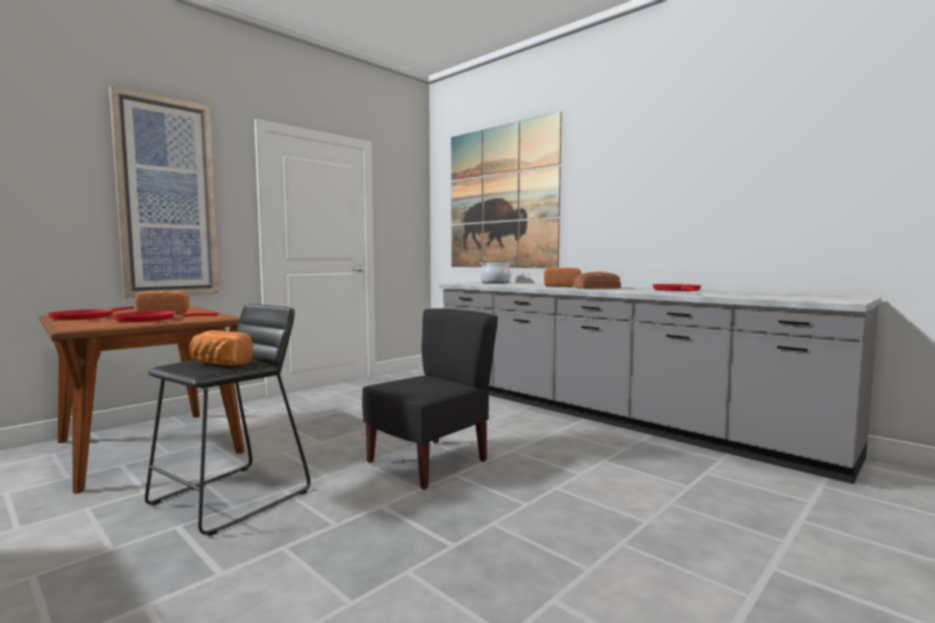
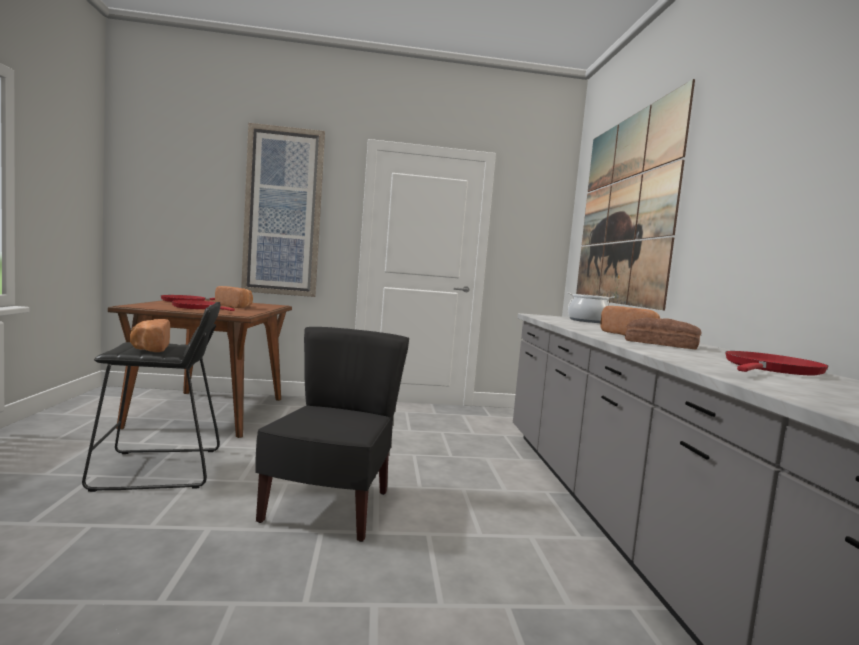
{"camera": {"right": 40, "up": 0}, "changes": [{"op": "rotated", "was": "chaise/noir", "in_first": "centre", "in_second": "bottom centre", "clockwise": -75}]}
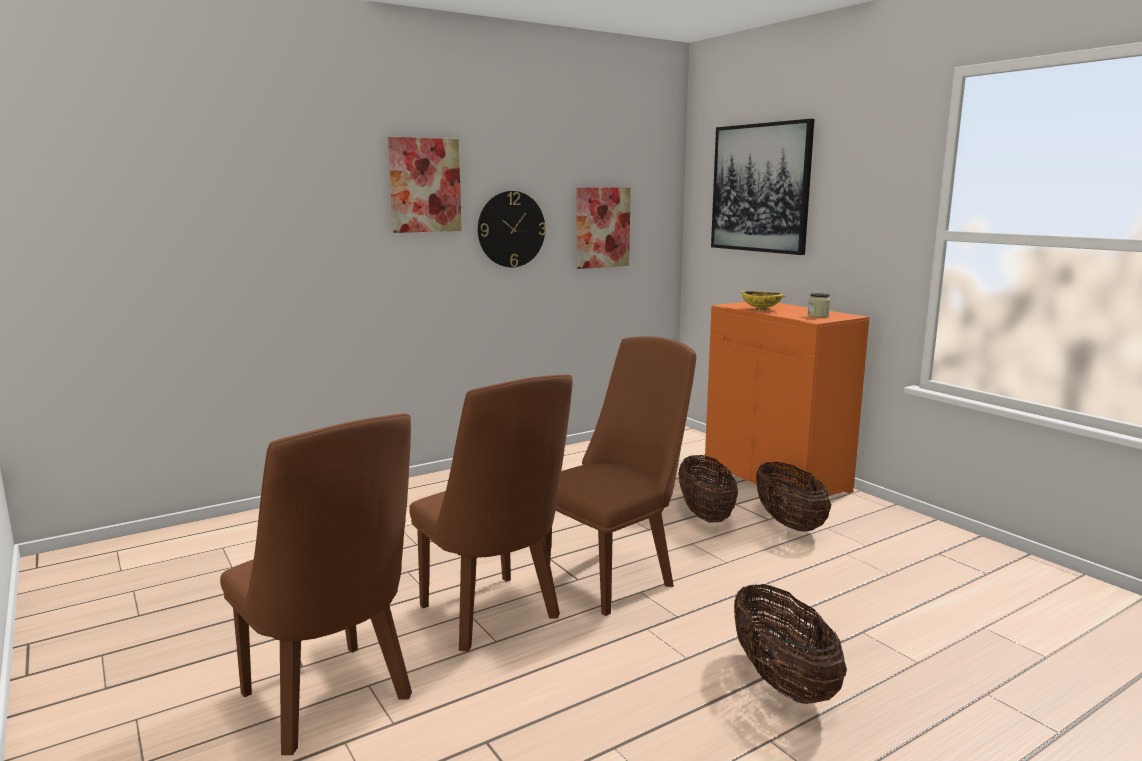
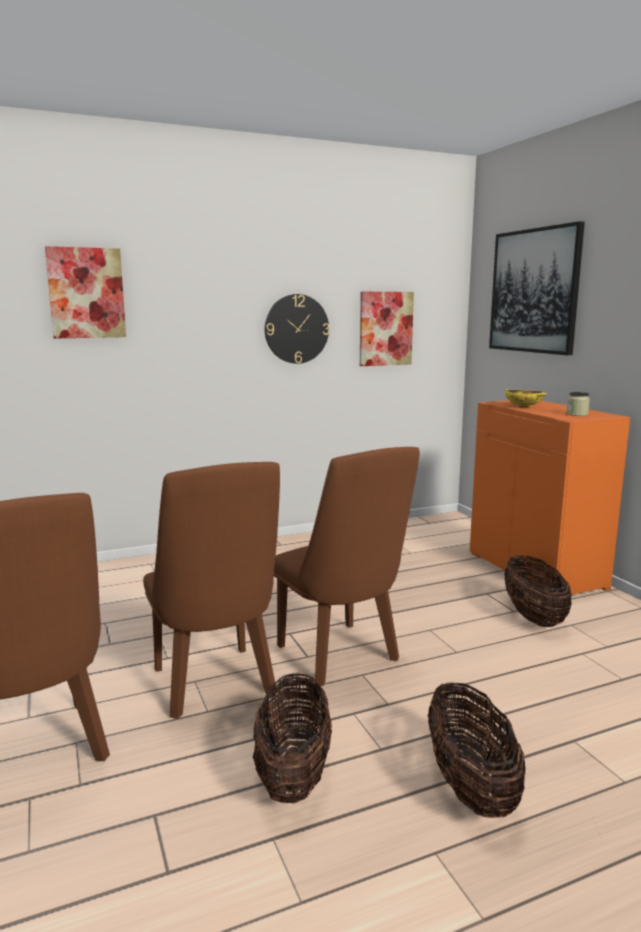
{"camera": {"right": 10, "up": 0}, "changes": [{"op": "shifted", "was": "tableau (no. 1 from left)", "in_first": "top centre", "in_second": "top left"}, {"op": "shifted", "was": "panier (no. 1 from left)", "in_first": "centre", "in_second": "bottom centre"}, {"op": "rotated", "was": "chaise/marron (no. 3 from left)", "in_first": "centre", "in_second": "centre", "clockwise": 90}]}
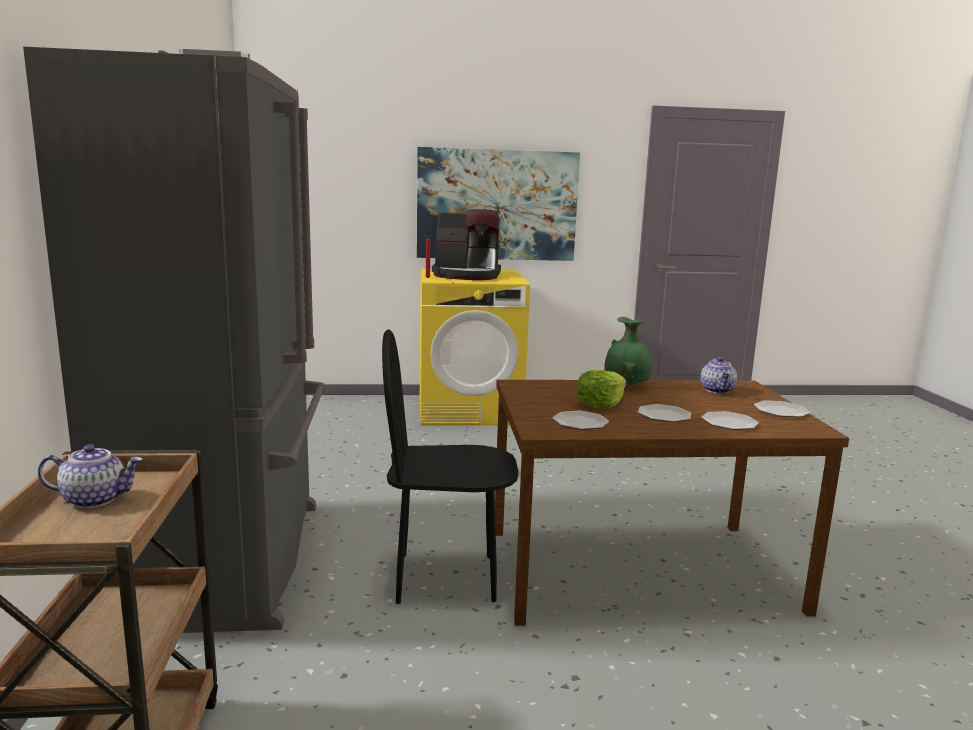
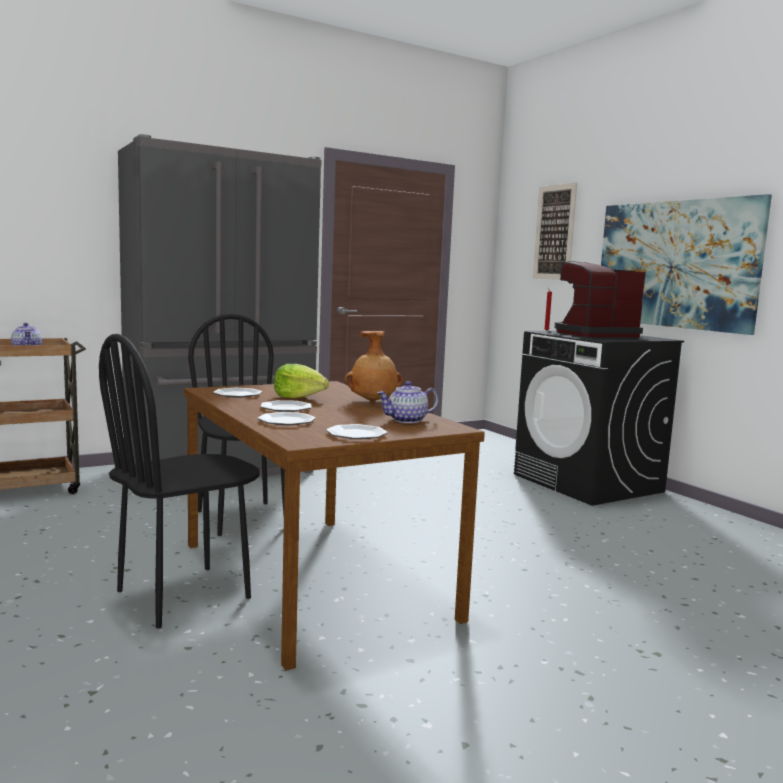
{"camera": {"right": 65, "up": -5}, "changes": [{"op": "new", "now": "chaise/noir (no. 1 from left)", "in_second": "middle left"}, {"op": "repainted", "was": "vase/vert", "now": "vase/marron", "in_first": "centre", "in_second": "centre"}, {"op": "repainted", "was": "lave-linge/jaune", "now": "lave-linge/noir", "in_first": "centre", "in_second": "middle right"}, {"op": "new", "now": "tableau (no. 1 from left)", "in_second": "top right"}, {"op": "rotated", "was": "machine à café", "in_first": "centre", "in_second": "middle right", "clockwise": 90}]}
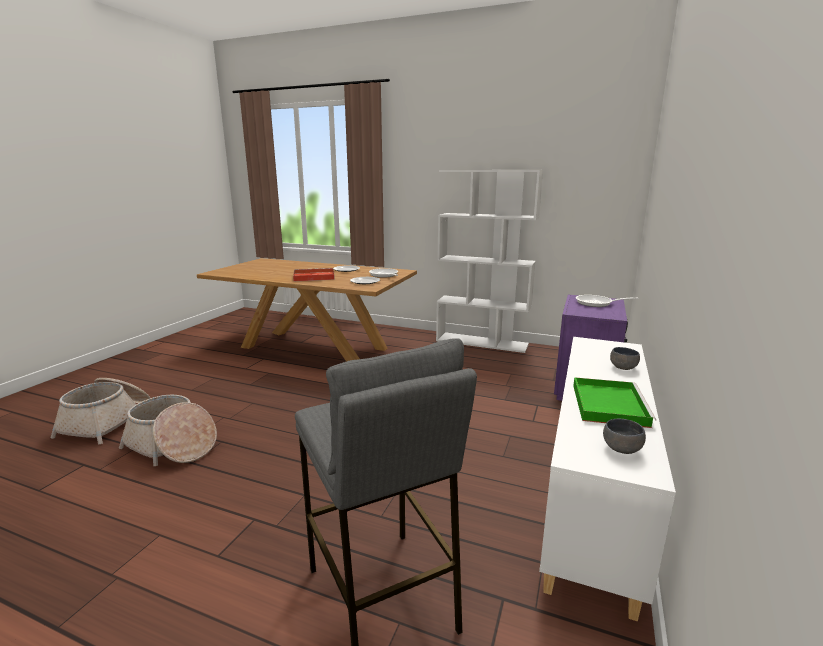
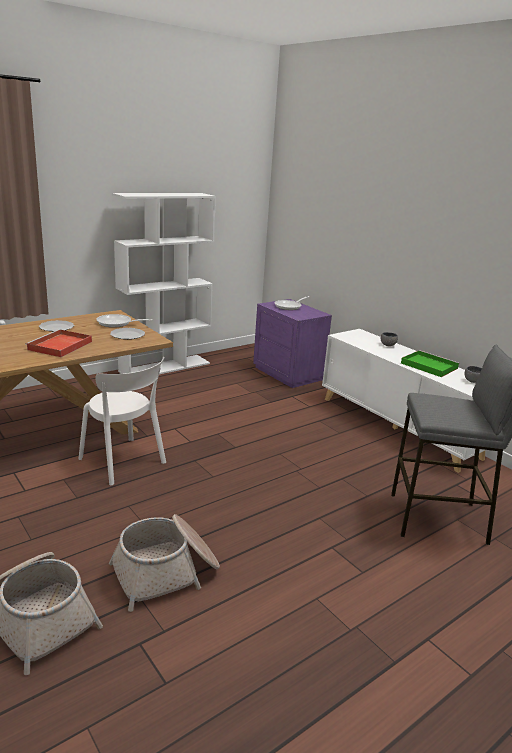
{"camera": {"right": -60, "up": 5}, "changes": [{"op": "new", "now": "chaise/blanc", "in_second": "middle left"}]}
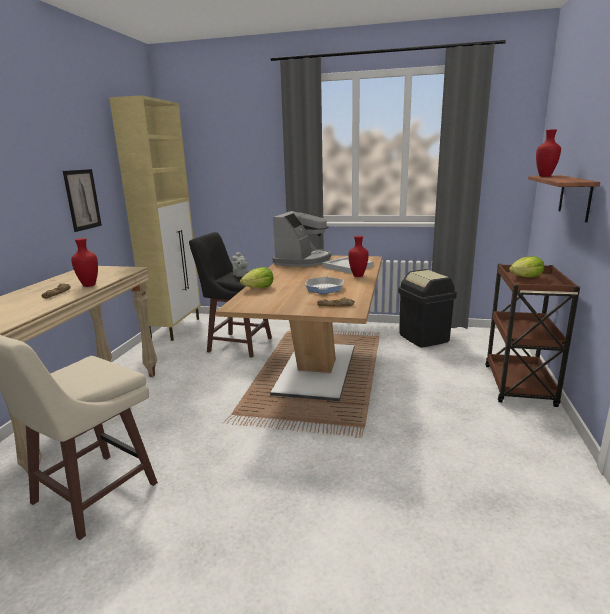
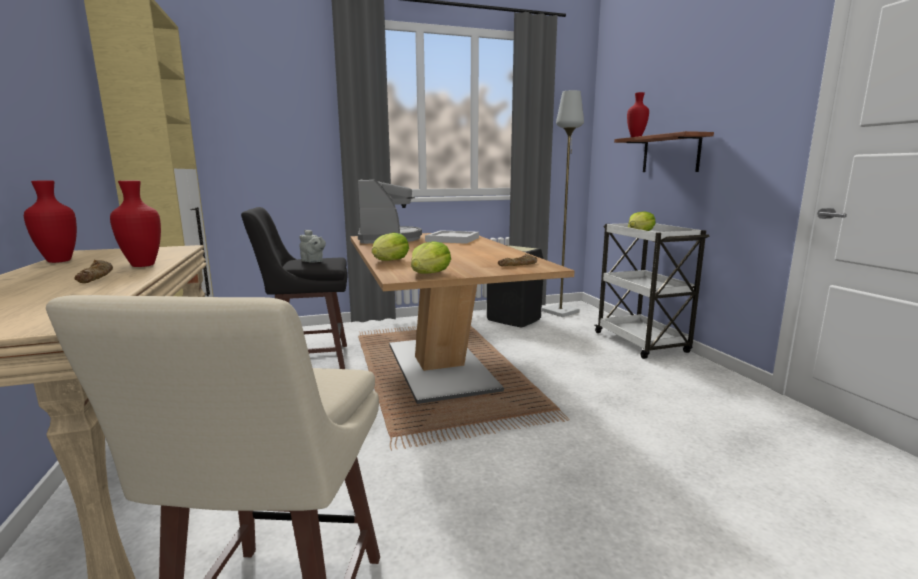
{"camera": {"right": -30, "up": -5}, "changes": [{"op": "shifted", "was": "vase/rouge (no. 2 from left in the first image)", "now": "vase/rouge (no. 1 from left)", "in_first": "centre", "in_second": "middle left"}, {"op": "new", "now": "laitue (no. 2 from left)", "in_second": "centre"}, {"op": "new", "now": "lampadaire/gris", "in_second": "centre"}, {"op": "repainted", "was": "chariot/marron", "now": "chariot/blanc", "in_first": "middle right", "in_second": "middle right"}, {"op": "gone", "was": "tableau", "in_first": "top left"}, {"op": "gone", "was": "poêle", "in_first": "centre"}]}
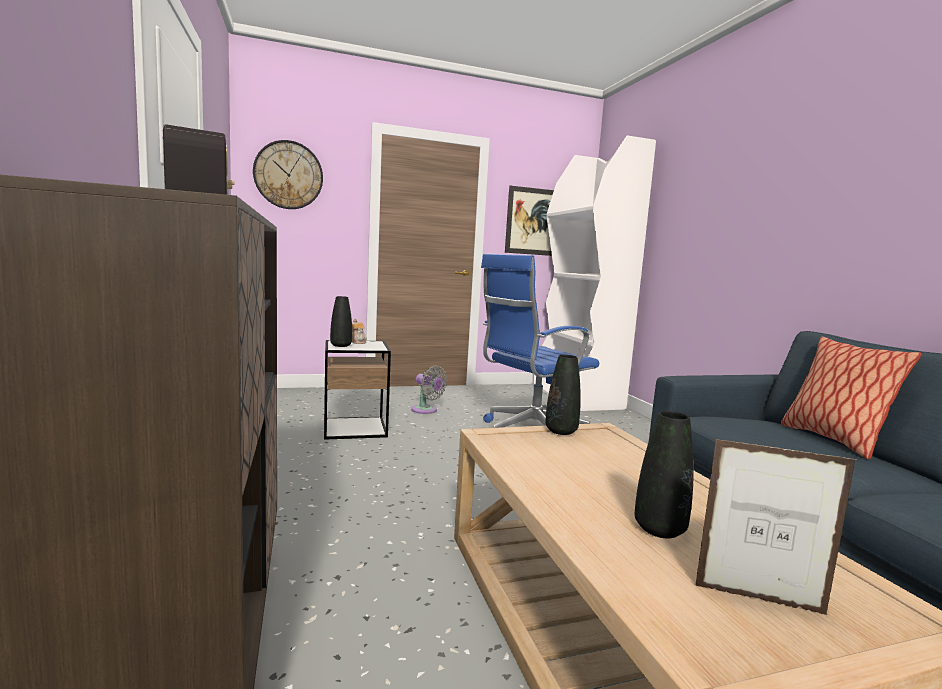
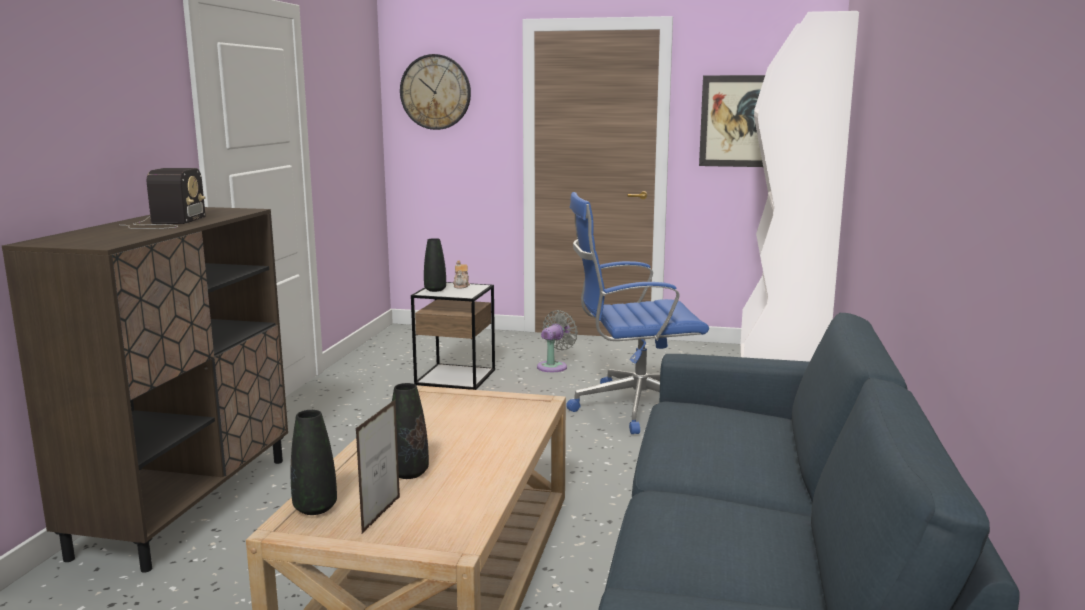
{"camera": {"right": 30, "up": 5}, "changes": [{"op": "shifted", "was": "vase/noir (no. 2 from left in the first image)", "now": "vase/noir (no. 1 from left)", "in_first": "centre", "in_second": "bottom left"}, {"op": "rotated", "was": "cadre photo", "in_first": "bottom right", "in_second": "bottom centre", "clockwise": 60}, {"op": "rotated", "was": "ventilateur/gris", "in_first": "centre", "in_second": "centre", "clockwise": -120}, {"op": "gone", "was": "coussin", "in_first": "middle right"}]}
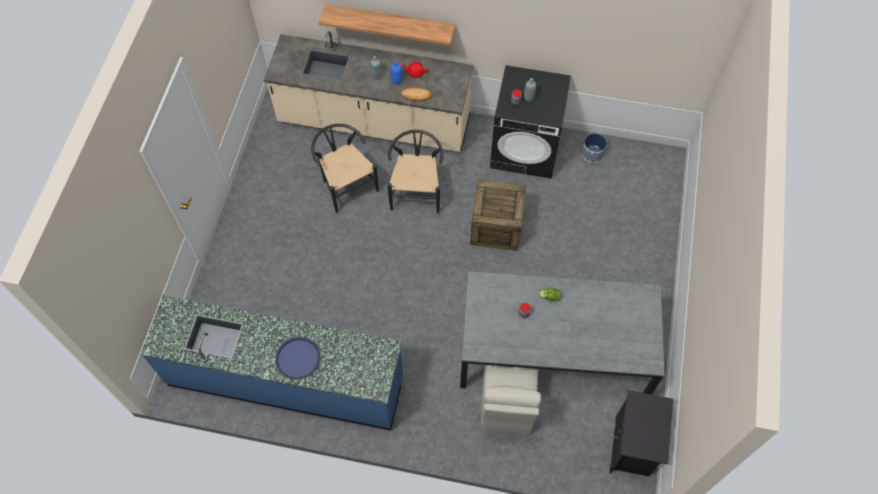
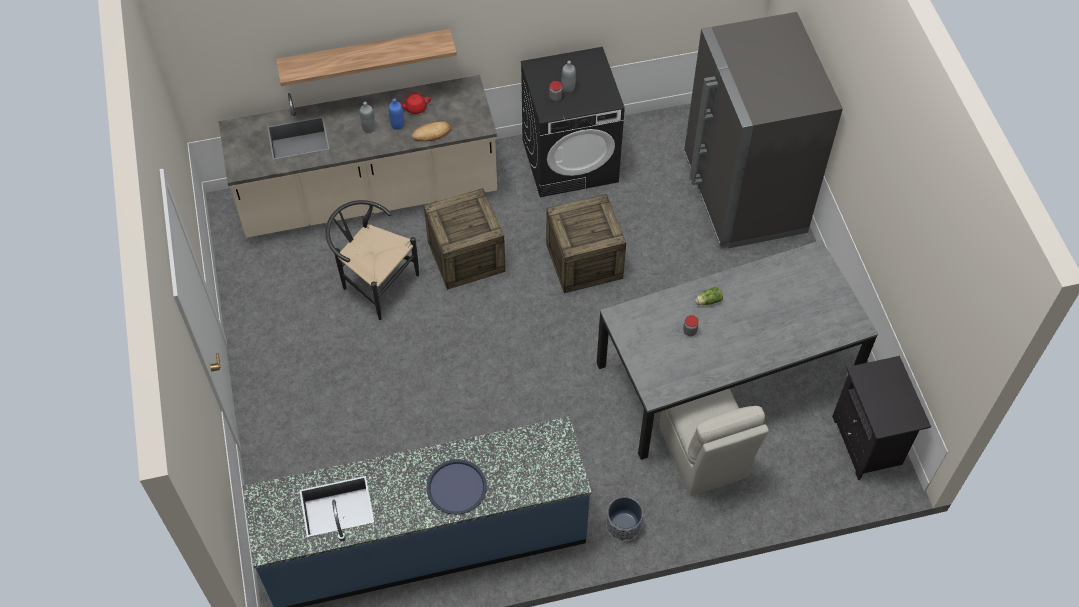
{"camera": {"right": -25, "up": -5}, "changes": [{"op": "swapped", "was": "chaise/noir (no. 2 from left)", "now": "caisse (no. 1 from left)", "in_first": "centre", "in_second": "centre"}, {"op": "shifted", "was": "cache-pot", "in_first": "top right", "in_second": "bottom centre"}, {"op": "new", "now": "réfrigérateur/gris", "in_second": "top right"}]}
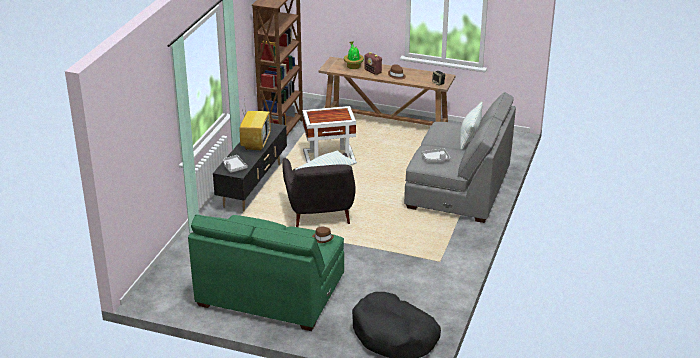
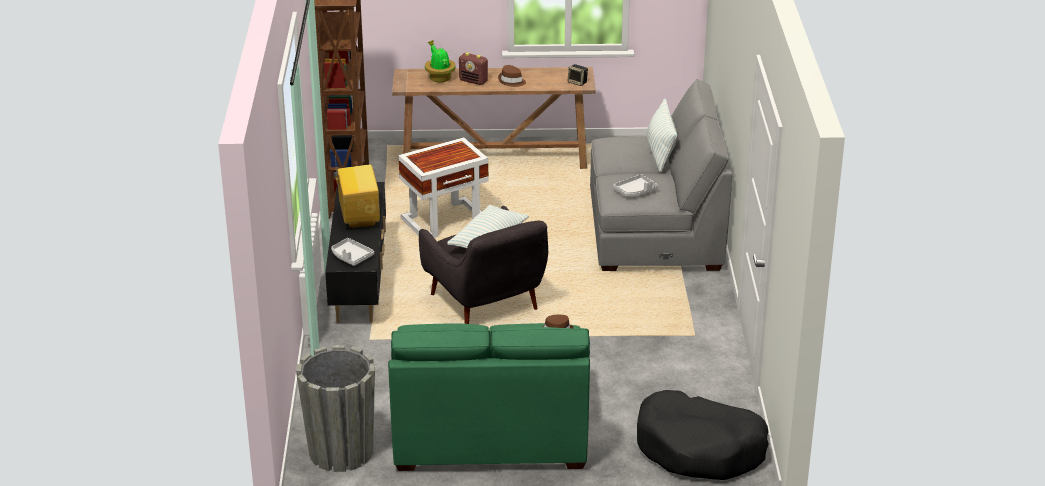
{"camera": {"right": -20, "up": 0}, "changes": [{"op": "new", "now": "cache-pot/gris", "in_second": "bottom left"}]}
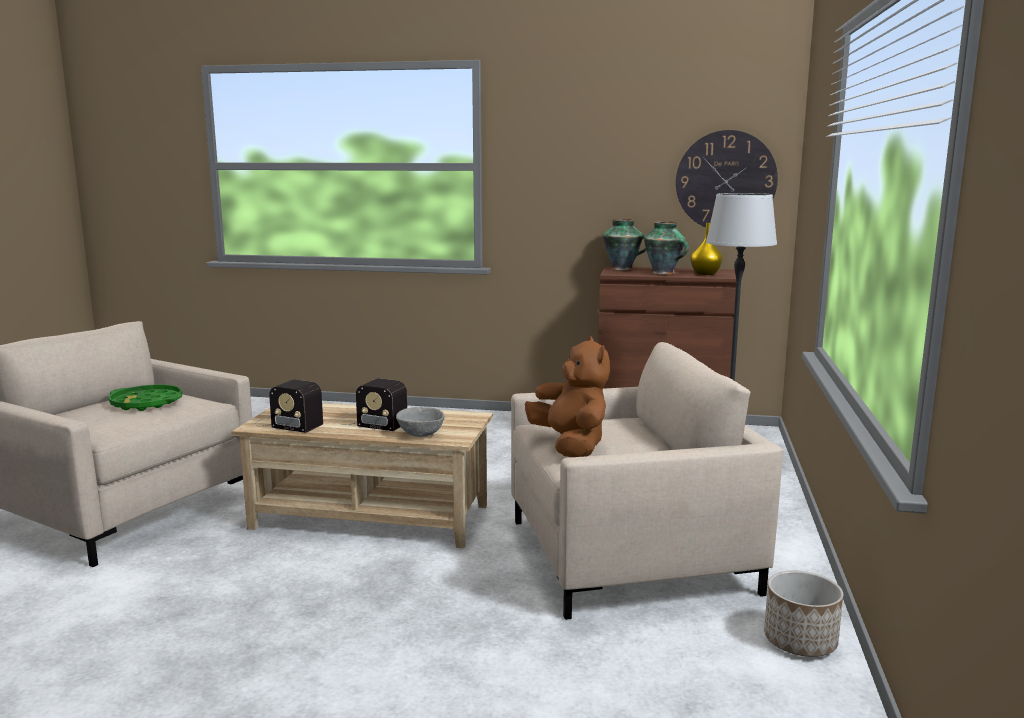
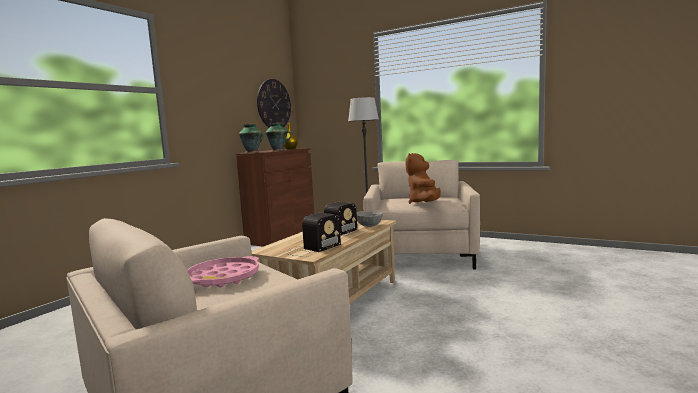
{"camera": {"right": -70, "up": -5}, "changes": [{"op": "repainted", "was": "plateau/vert", "now": "plateau/rose", "in_first": "middle left", "in_second": "bottom left"}, {"op": "rotated", "was": "peluche/marron", "in_first": "centre", "in_second": "centre", "clockwise": -75}, {"op": "gone", "was": "cache-pot", "in_first": "bottom right"}]}
